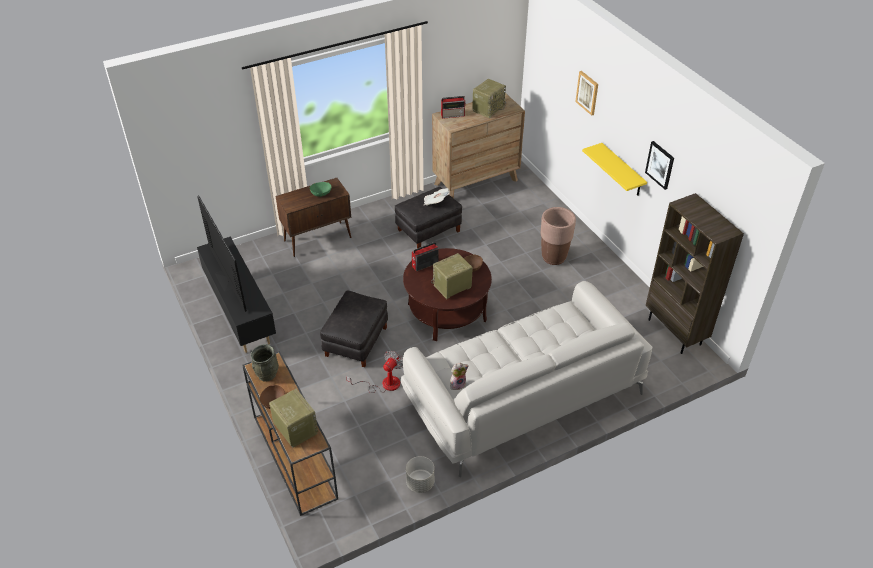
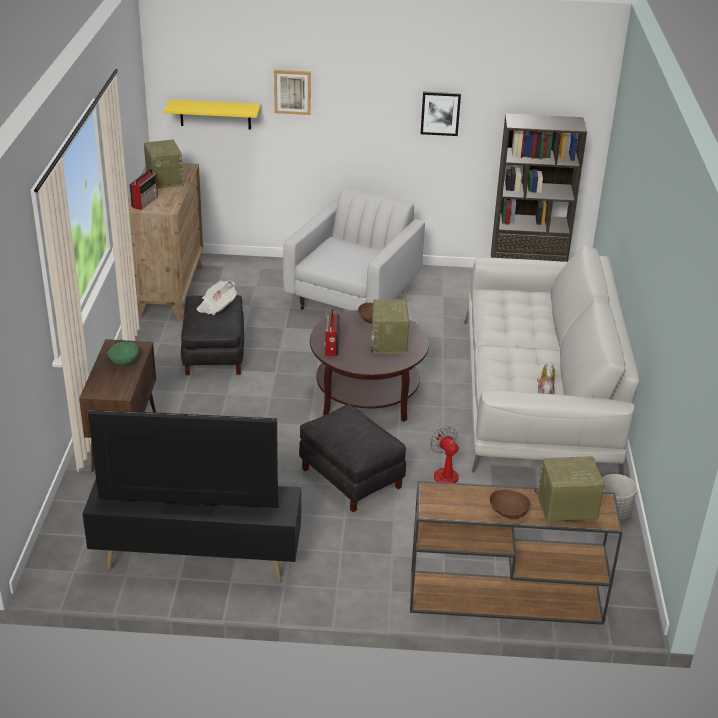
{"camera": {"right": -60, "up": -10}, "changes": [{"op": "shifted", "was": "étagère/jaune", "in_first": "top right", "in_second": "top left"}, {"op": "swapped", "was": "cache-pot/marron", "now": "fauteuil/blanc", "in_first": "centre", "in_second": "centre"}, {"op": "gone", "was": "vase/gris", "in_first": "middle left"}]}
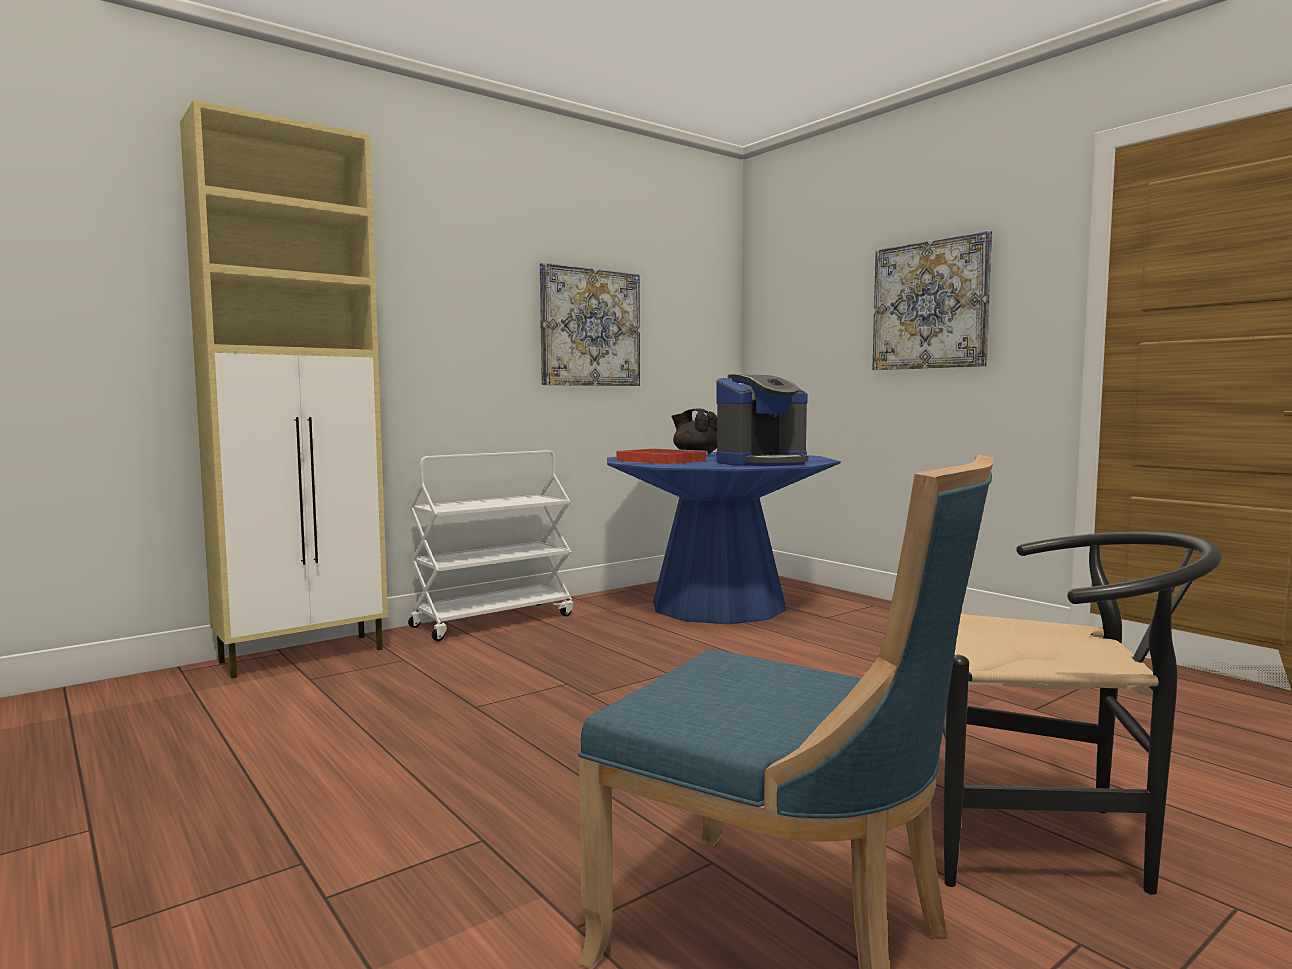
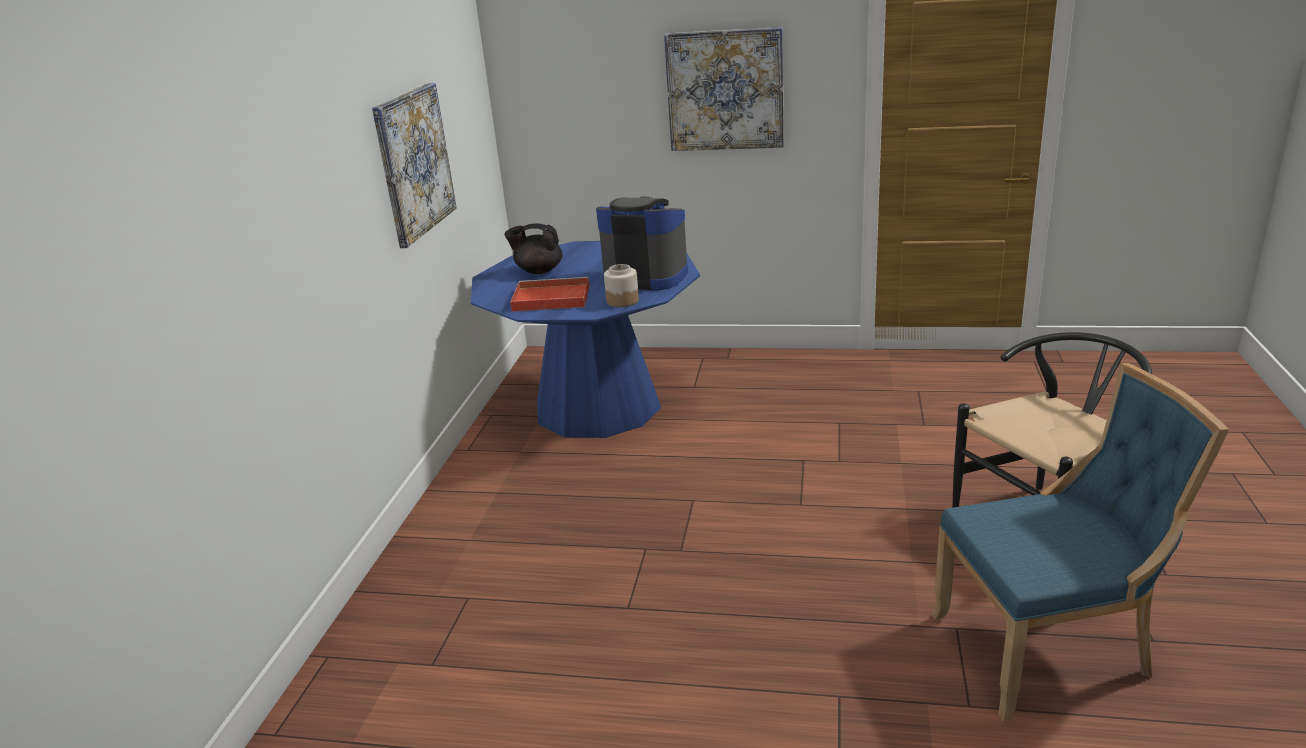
{"camera": {"right": -40, "up": 20}, "changes": [{"op": "rotated", "was": "machine à café", "in_first": "centre", "in_second": "top centre", "clockwise": -90}, {"op": "new", "now": "bocal", "in_second": "centre"}, {"op": "gone", "was": "meuble de rangement/beige", "in_first": "middle left"}, {"op": "gone", "was": "chariot/blanc", "in_first": "centre"}]}
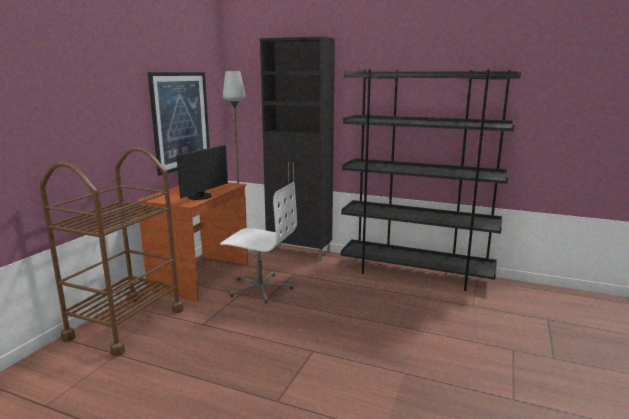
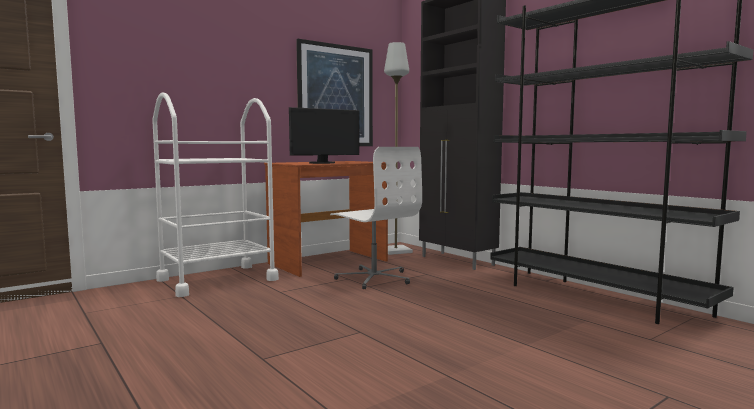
{"camera": {"right": 30, "up": -10}, "changes": [{"op": "repainted", "was": "chariot/marron", "now": "chariot/blanc", "in_first": "middle left", "in_second": "middle left"}]}
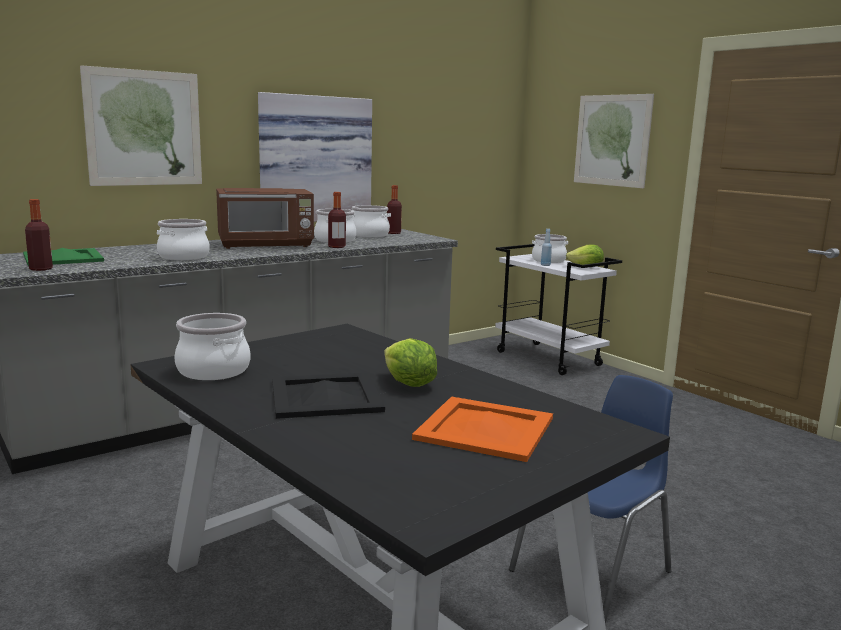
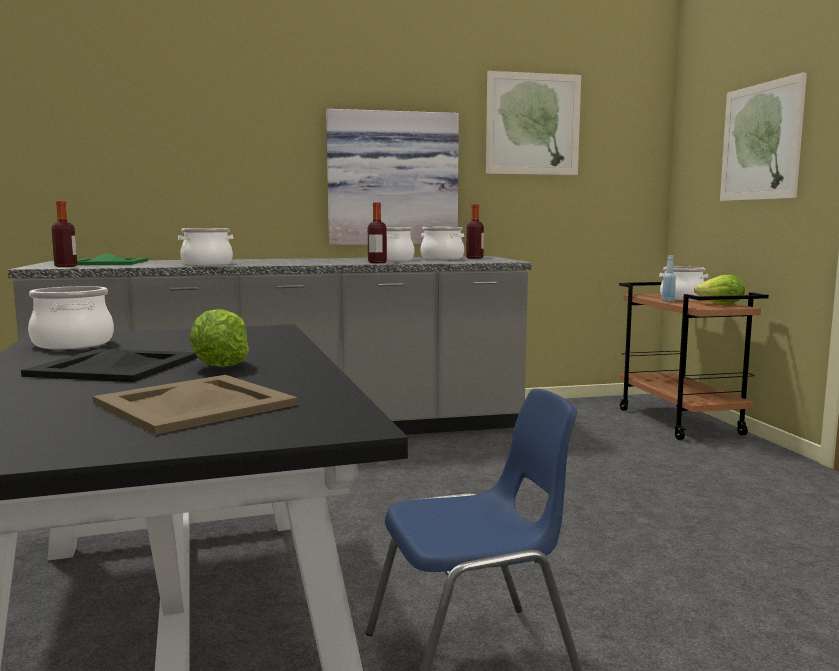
{"camera": {"right": 25, "up": -5}, "changes": [{"op": "repainted", "was": "plateau/orange", "now": "plateau/beige", "in_first": "bottom centre", "in_second": "middle left"}, {"op": "shifted", "was": "tableau (no. 1 from left in the first image)", "now": "tableau (no. 2 from left)", "in_first": "top left", "in_second": "top centre"}, {"op": "repainted", "was": "chariot/blanc", "now": "chariot/marron", "in_first": "centre", "in_second": "middle right"}, {"op": "gone", "was": "micro-ondes/marron", "in_first": "middle left"}]}
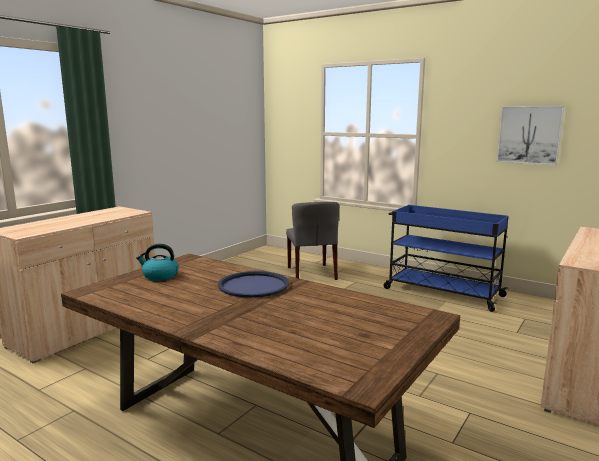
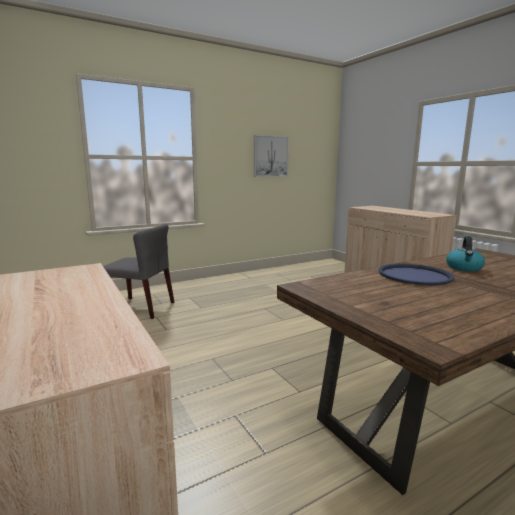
{"camera": {"right": -65, "up": 0}, "changes": [{"op": "shifted", "was": "bouilloire", "in_first": "middle left", "in_second": "middle right"}, {"op": "gone", "was": "chariot/bleu", "in_first": "middle right"}]}
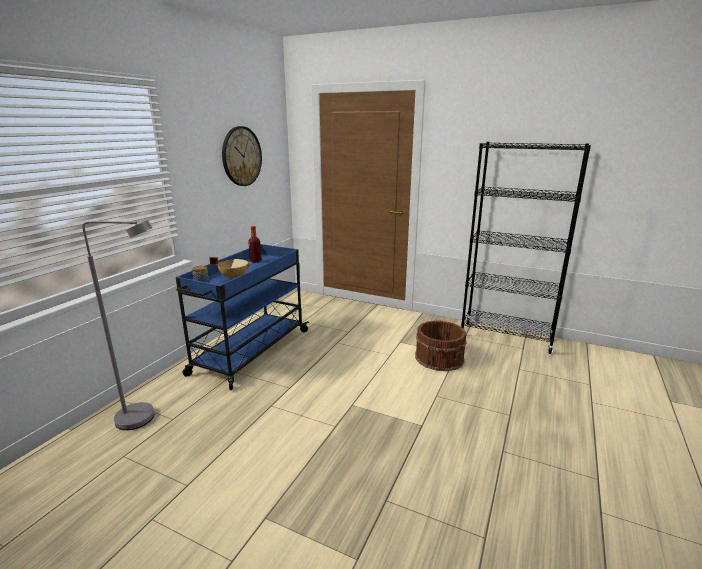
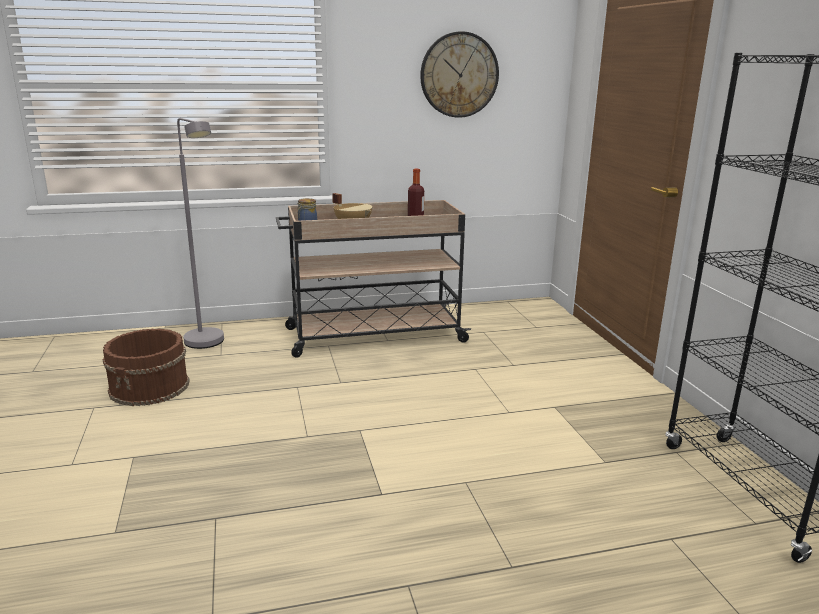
{"camera": {"right": 50, "up": 0}, "changes": [{"op": "shifted", "was": "seau/marron", "in_first": "centre", "in_second": "middle left"}, {"op": "repainted", "was": "chariot/bleu", "now": "chariot/beige", "in_first": "centre", "in_second": "centre"}]}
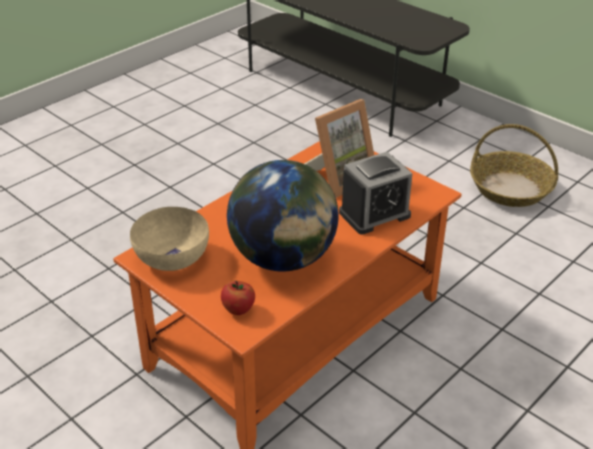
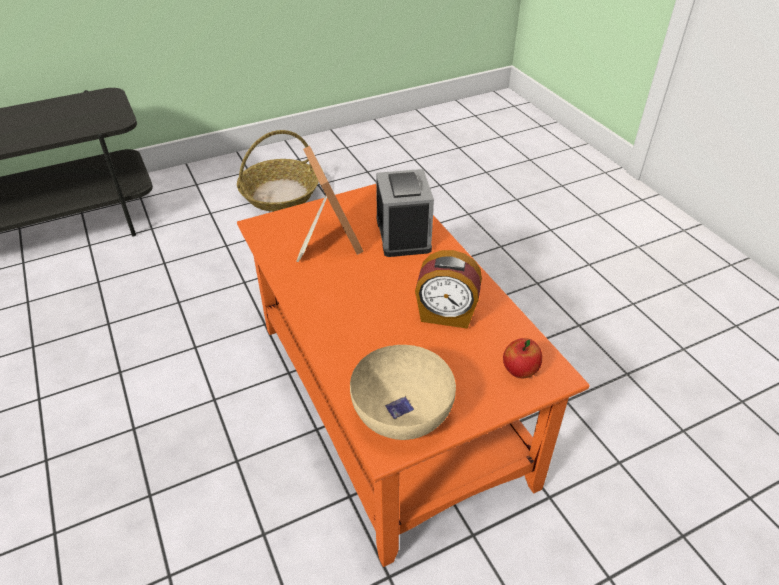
{"camera": {"right": -70, "up": 5}, "changes": [{"op": "swapped", "was": "globe", "now": "réveil (no. 2 from left)", "in_first": "centre", "in_second": "centre"}]}
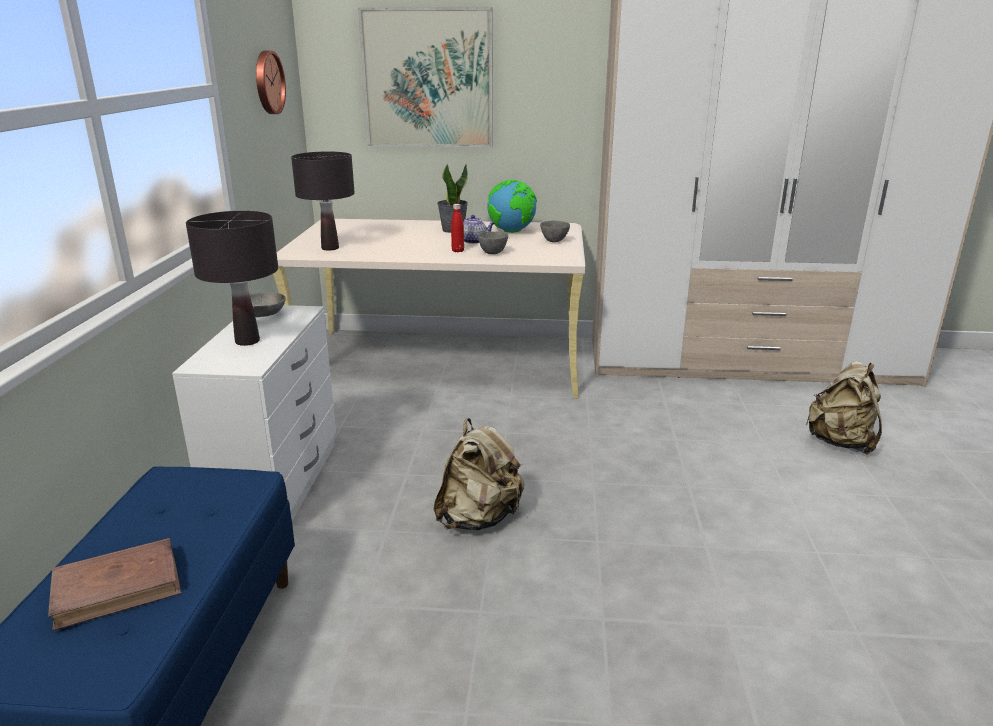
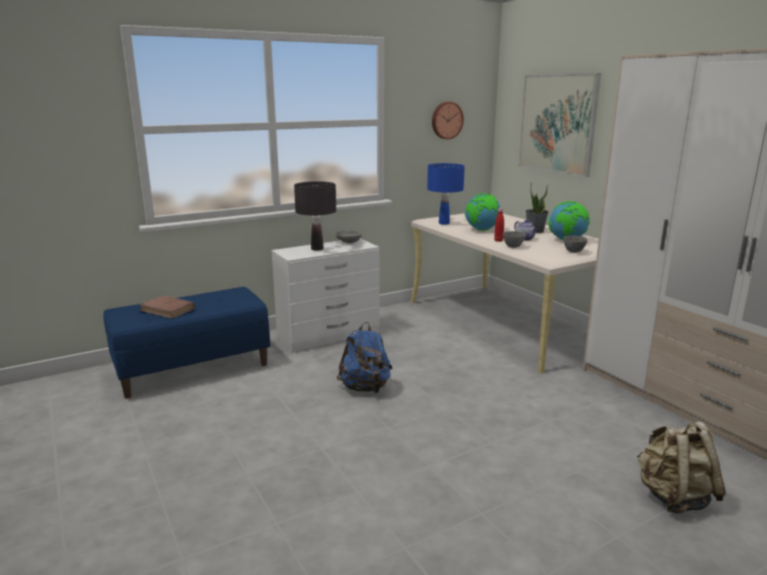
{"camera": {"right": 55, "up": -5}, "changes": [{"op": "repainted", "was": "sac à dos/beige (no. 1 from left)", "now": "sac à dos/bleu", "in_first": "centre", "in_second": "centre"}, {"op": "repainted", "was": "lampe de table/noir (no. 2 from left)", "now": "lampe de table/bleu", "in_first": "top left", "in_second": "centre"}, {"op": "new", "now": "globe (no. 1 from left)", "in_second": "centre"}]}
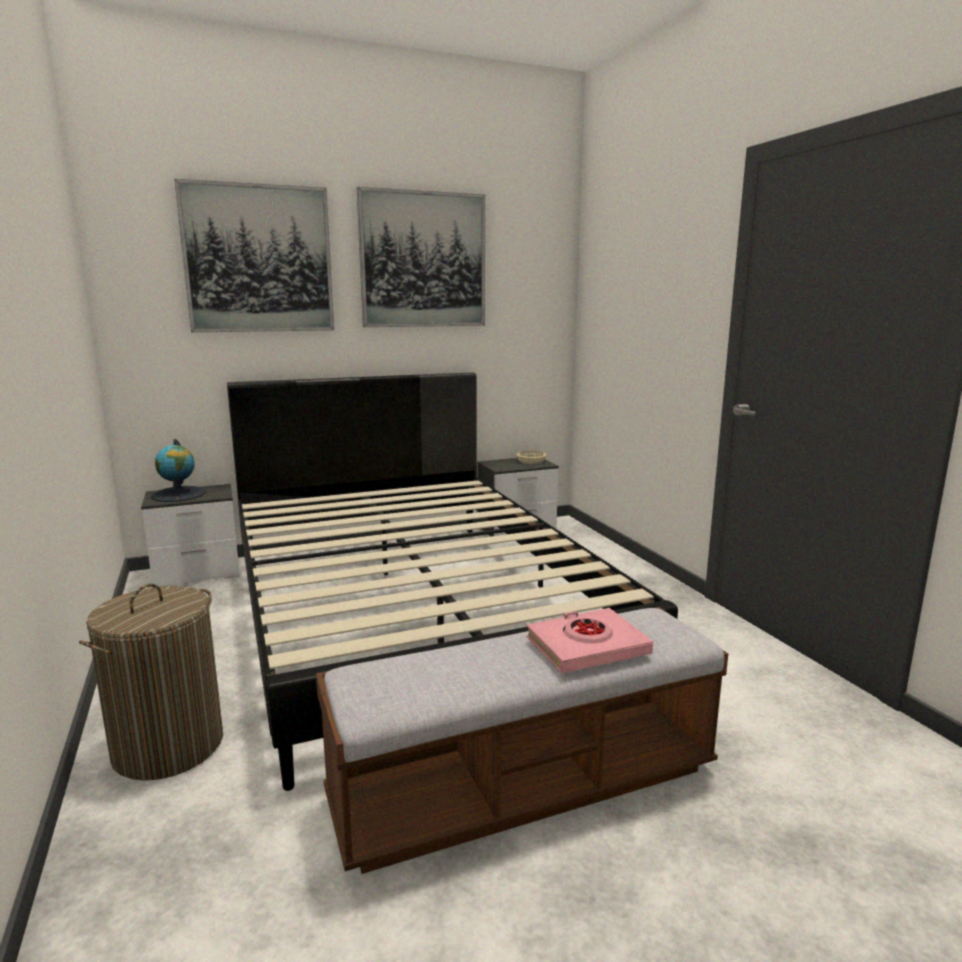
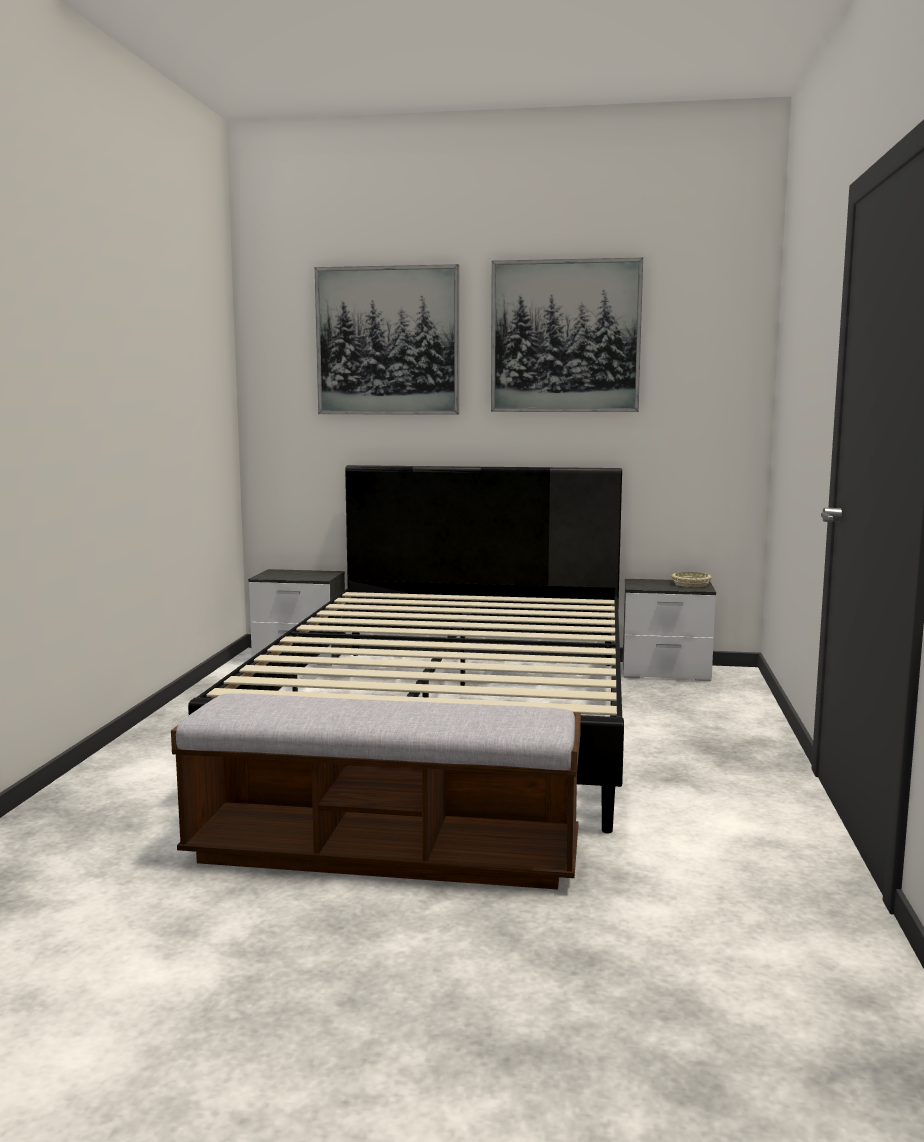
{"camera": {"right": 30, "up": -5}, "changes": [{"op": "gone", "was": "panier à linge", "in_first": "bottom left"}, {"op": "gone", "was": "globe", "in_first": "middle left"}, {"op": "gone", "was": "livre/rose", "in_first": "centre"}]}
